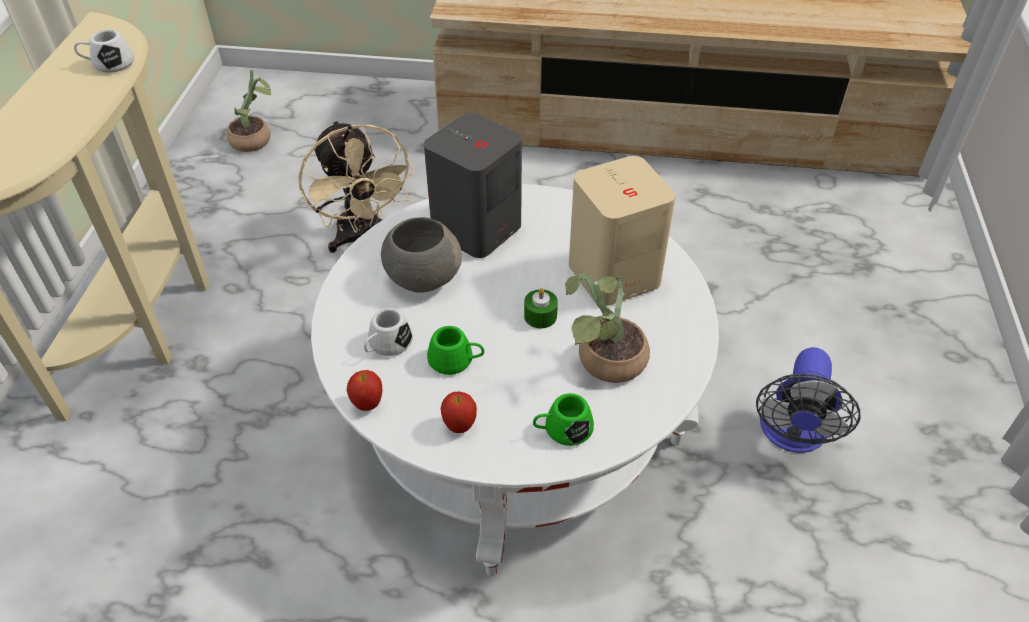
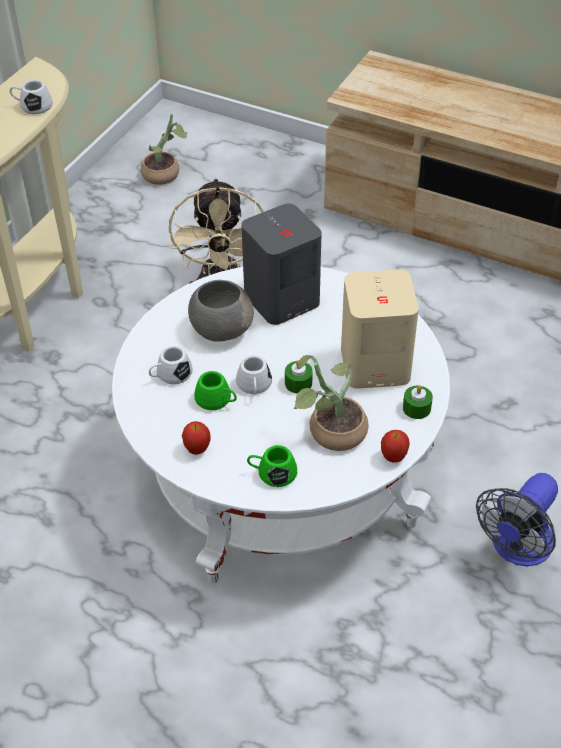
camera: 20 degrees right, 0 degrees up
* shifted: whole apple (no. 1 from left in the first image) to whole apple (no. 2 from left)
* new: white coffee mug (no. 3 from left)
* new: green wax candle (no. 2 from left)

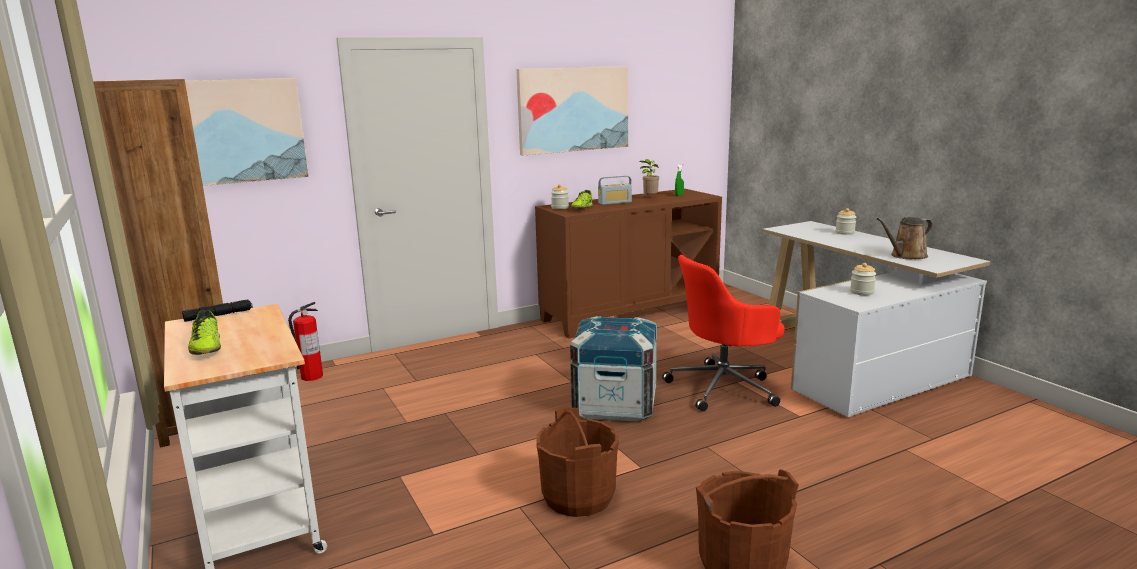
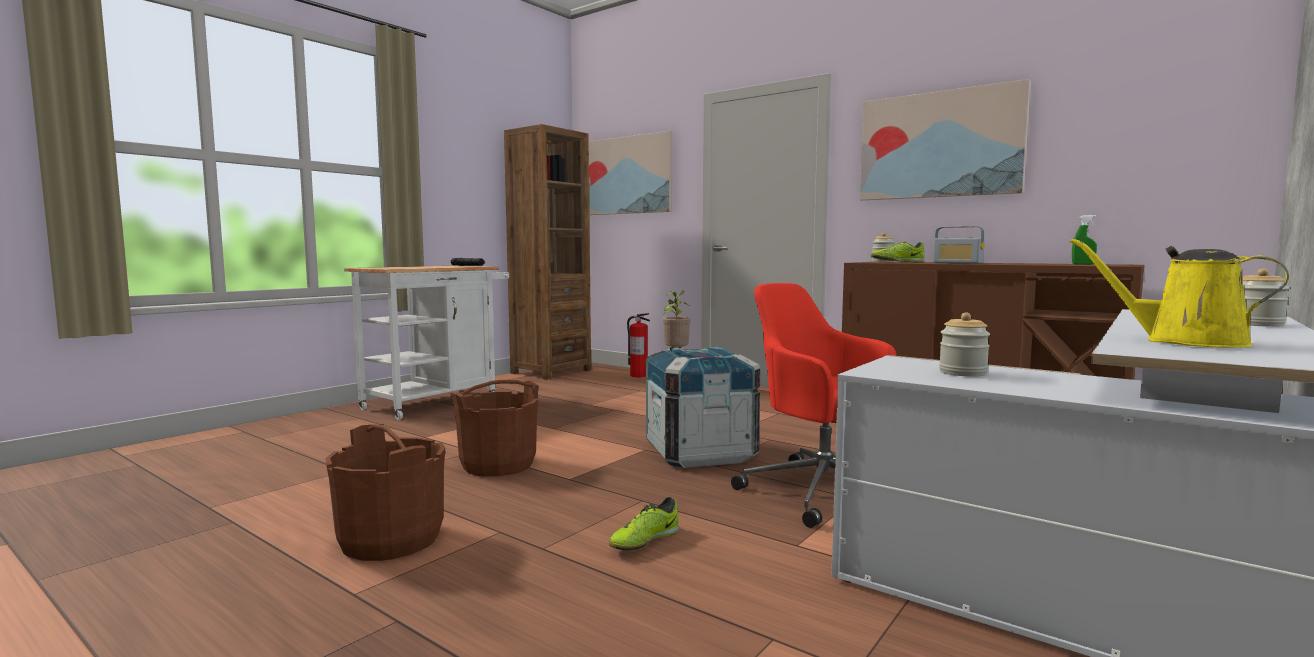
camera: 65 degrees right, 10 degrees down
* shifted: shoe (no. 1 from left)
* shifted: potted plant
* repainted: brown-coloured watering can to yellowish watering can

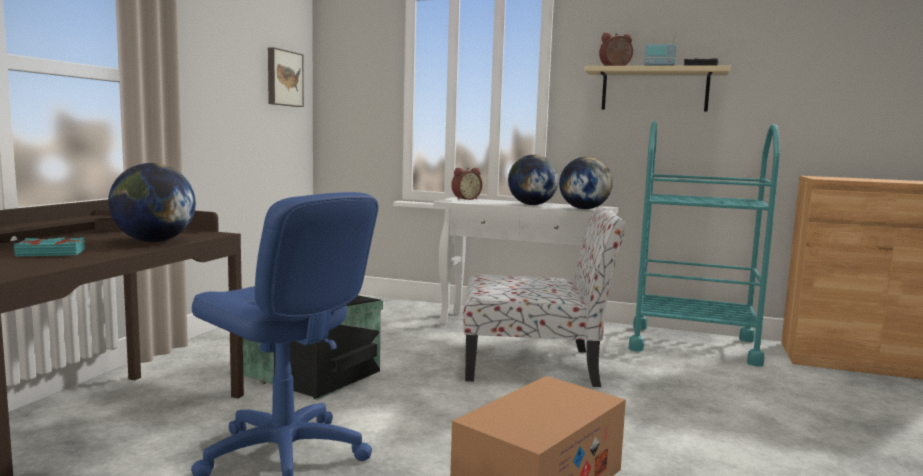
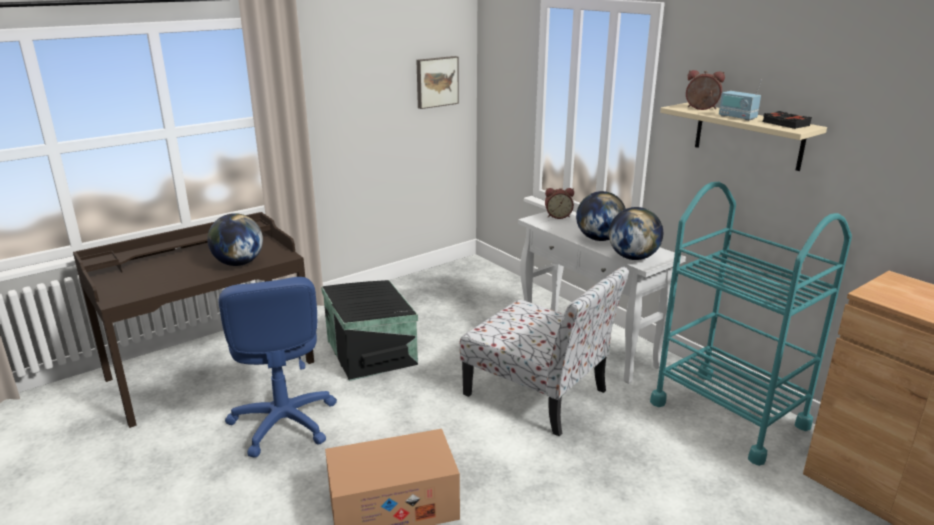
camera: 35 degrees right, 15 degrees up
* gone: blue-green bound book

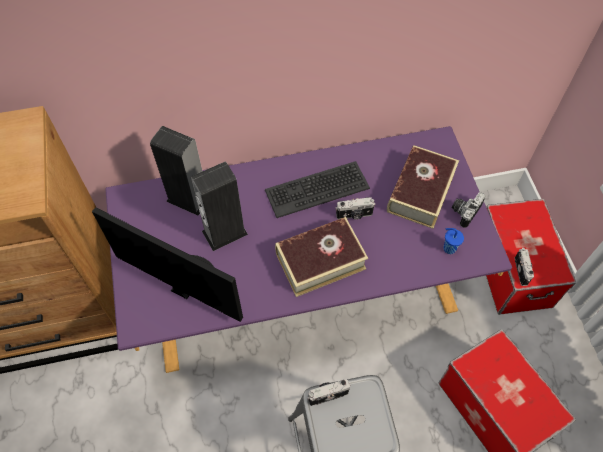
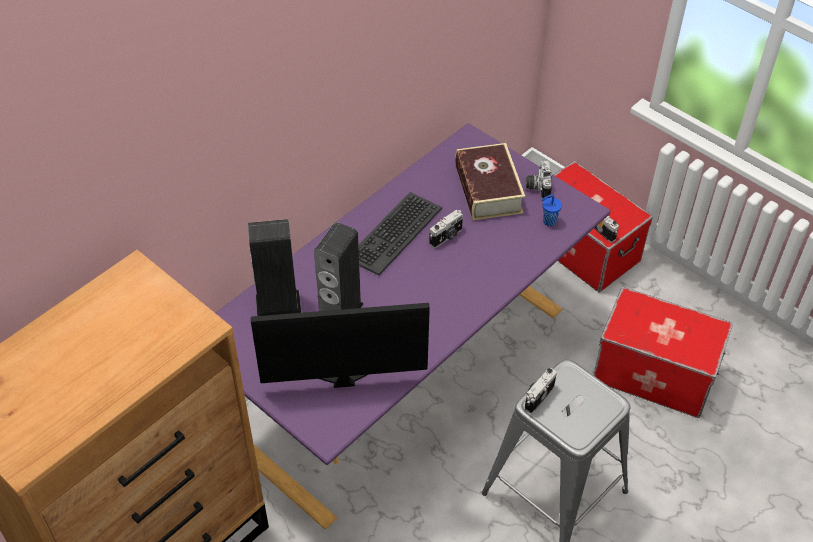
camera: 35 degrees left, 10 degrees down
* gone: bound book (no. 1 from left)

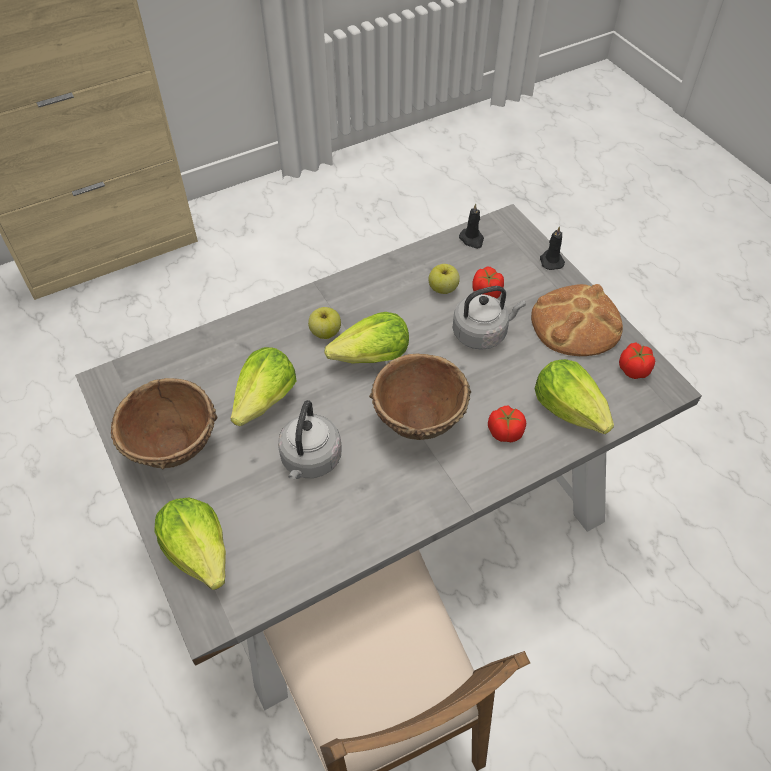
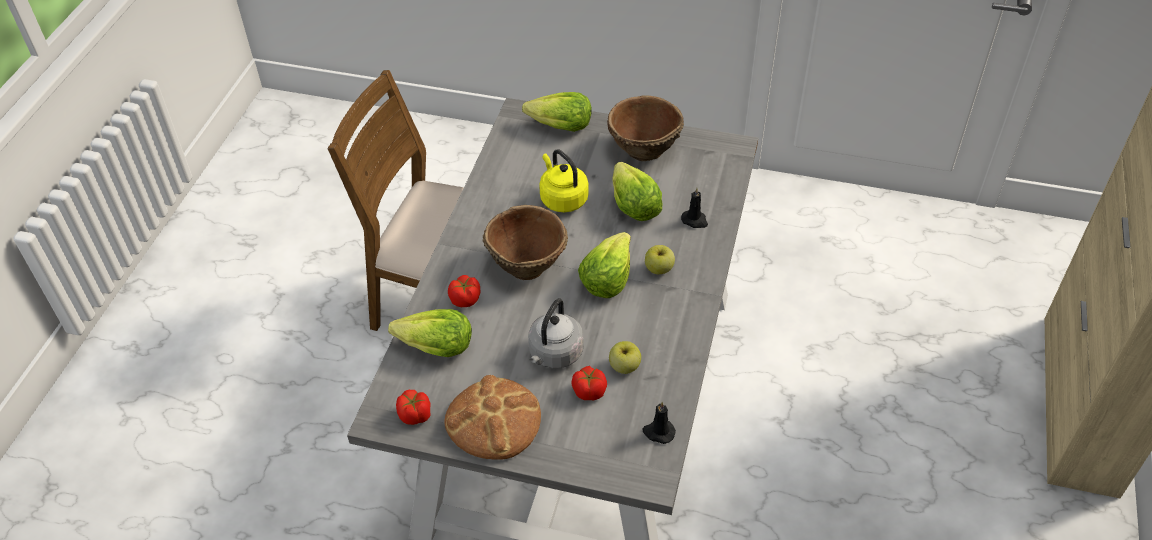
camera: 135 degrees right, 5 degrees down
* repainted: grey water kettle (no. 1 from left) to yellowish water kettle
* shifted: blackish wax candle (no. 2 from left)

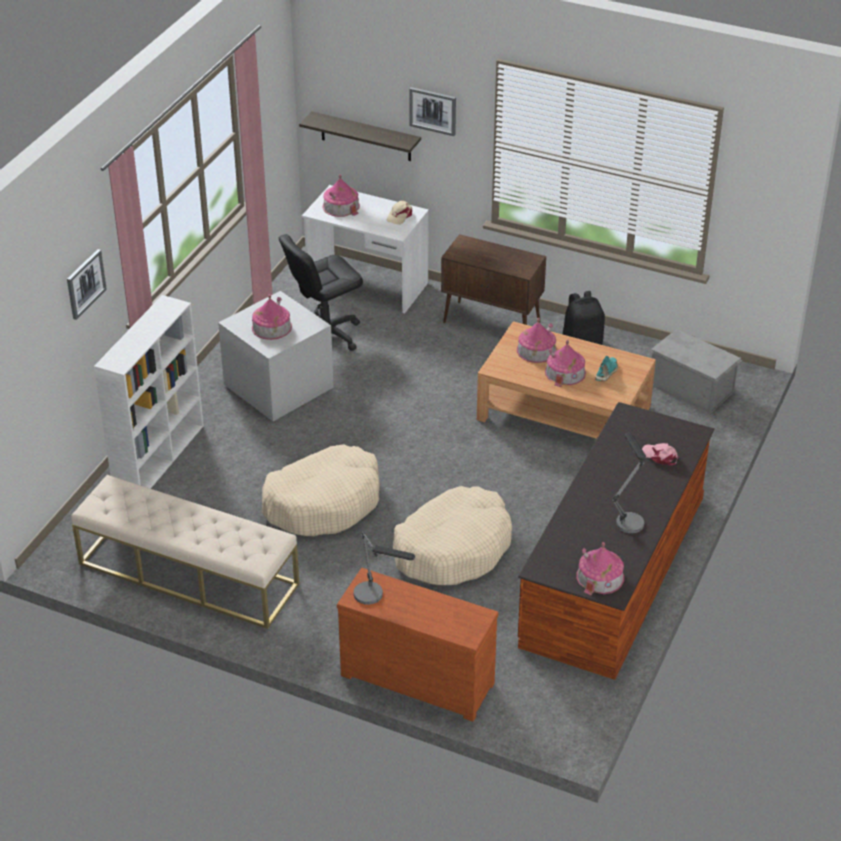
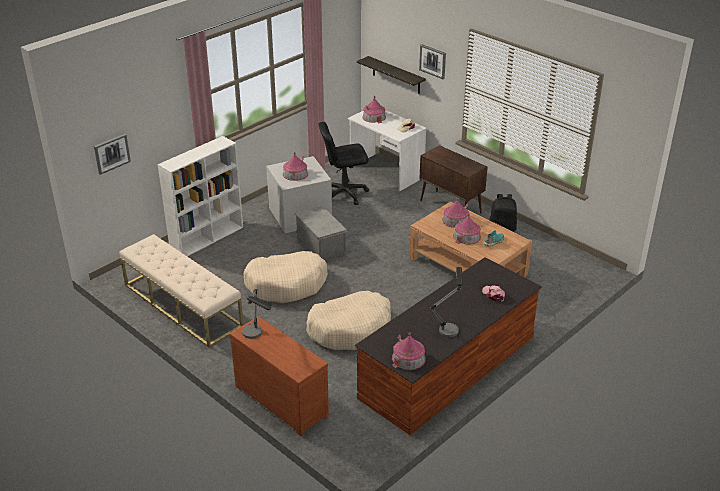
camera: 20 degrees right, 5 degrees down
* shifted: wall art (no. 1 from left)
* shifted: grey storage box (no. 2 from left)

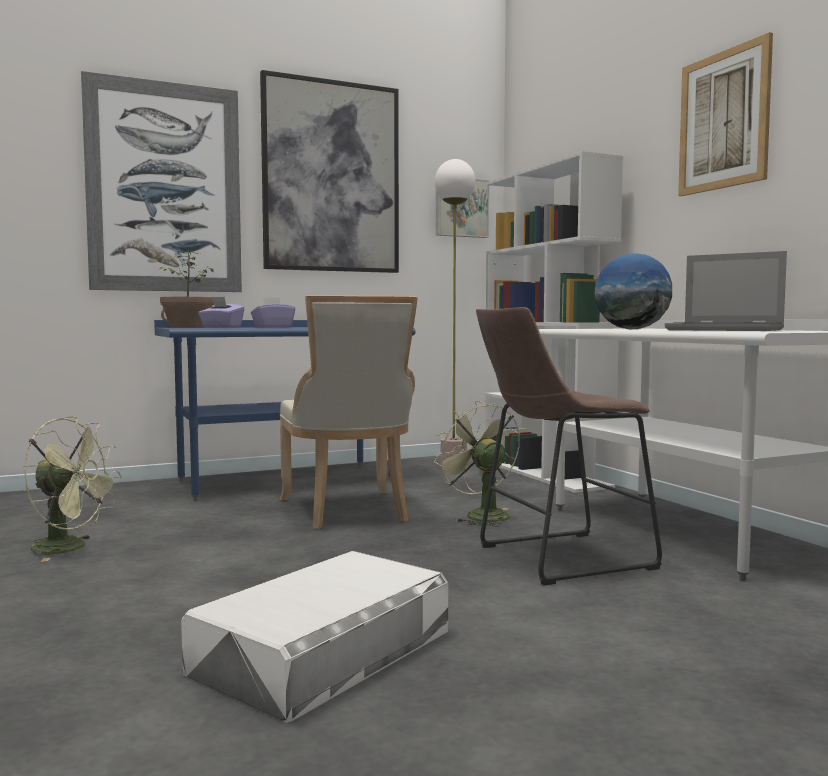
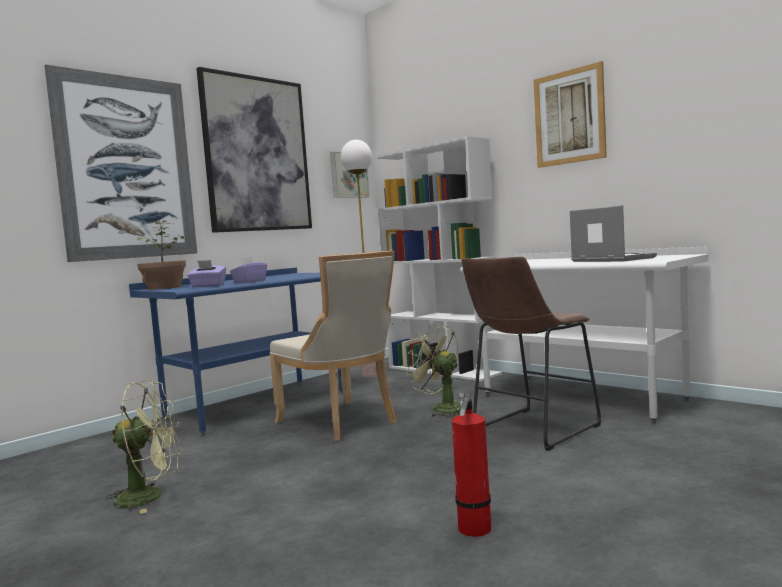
camera: 20 degrees left, 0 degrees up
* swapped: white storage box to fire-fighting cylinder
* gone: world globe
* rotated: notebook computer 135 degrees counterclockwise

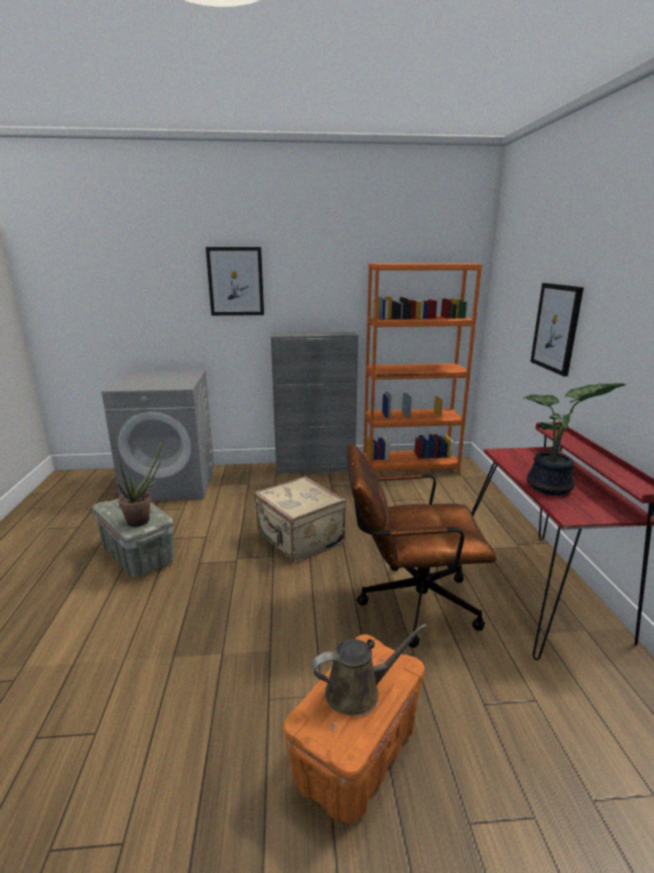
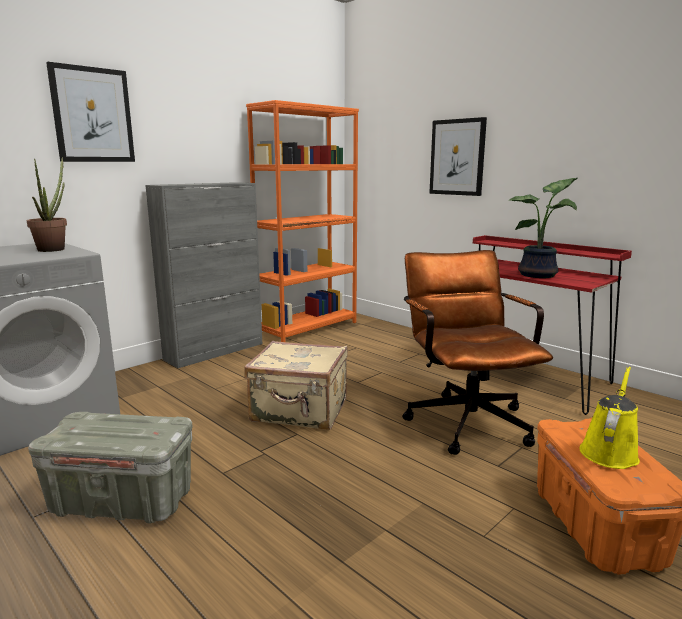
camera: 40 degrees left, 5 degrees down
* shifted: potted plant (no. 1 from left)
* repainted: brown-coloured watering can to yellowish watering can
* rotated: brown-coloured computer chair 120 degrees clockwise

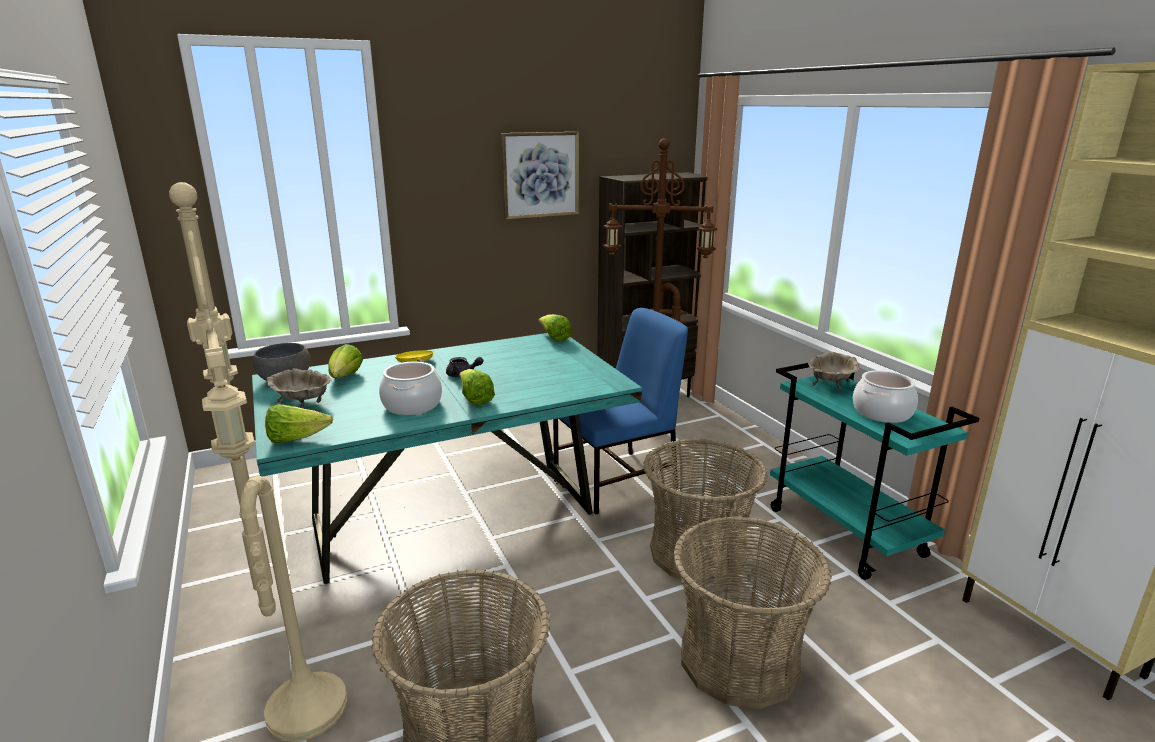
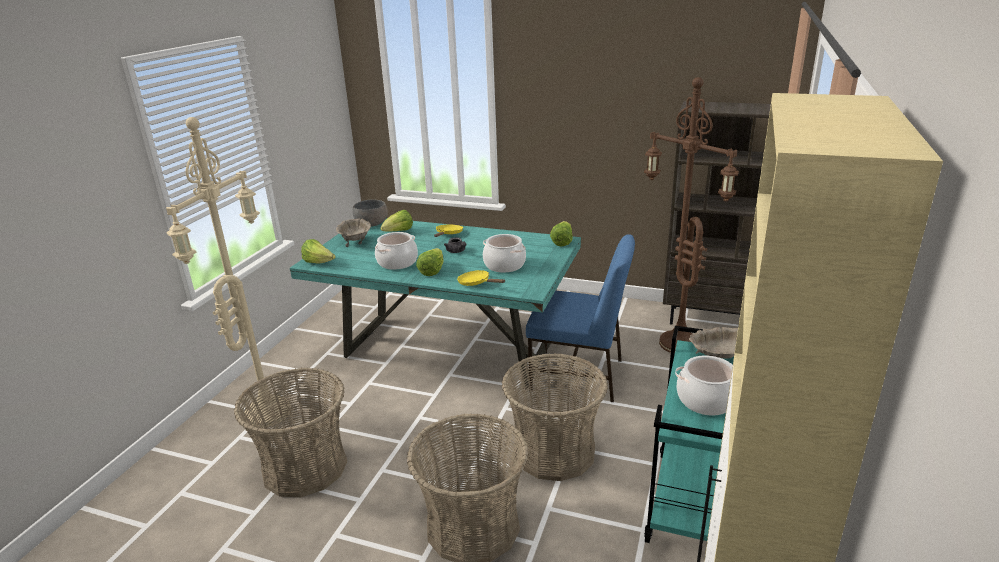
camera: 45 degrees right, 5 degrees up
* gone: wall art
* new: yellowish pan (no. 2 from left)
* new: saucepot (no. 2 from left)

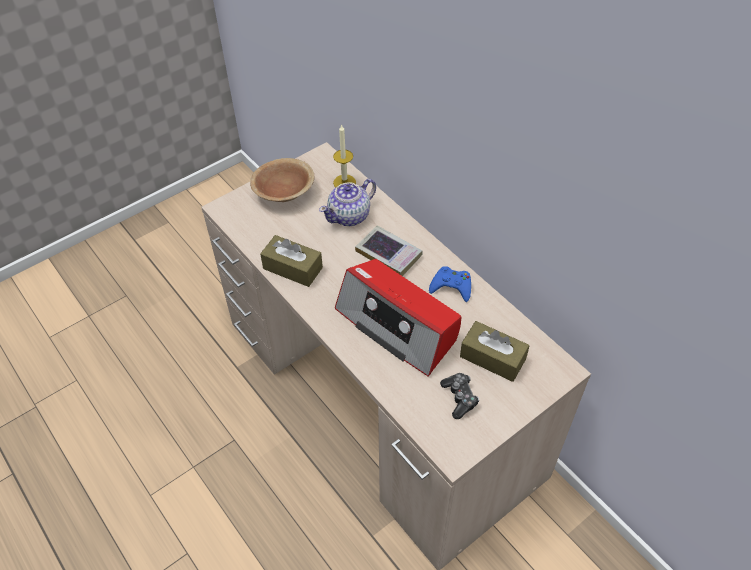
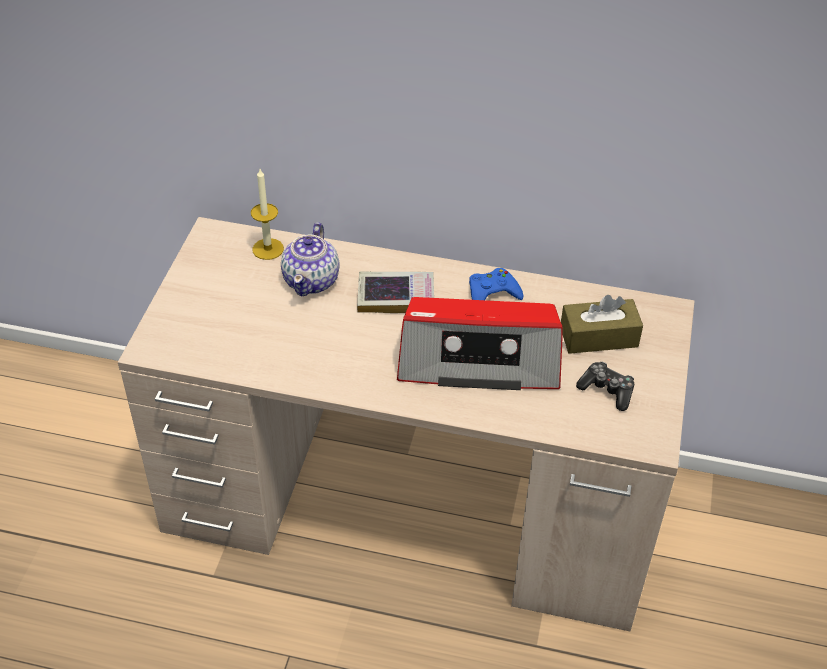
camera: 40 degrees left, 5 degrees down
* gone: brown-coloured deep dish
* gone: brown-coloured tissue box (no. 1 from left)

